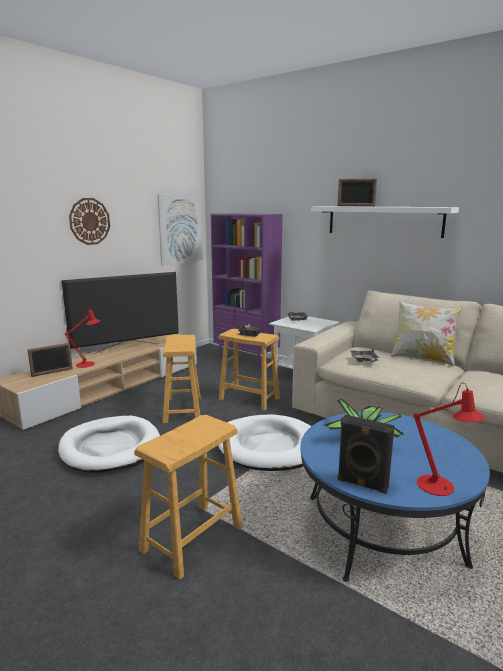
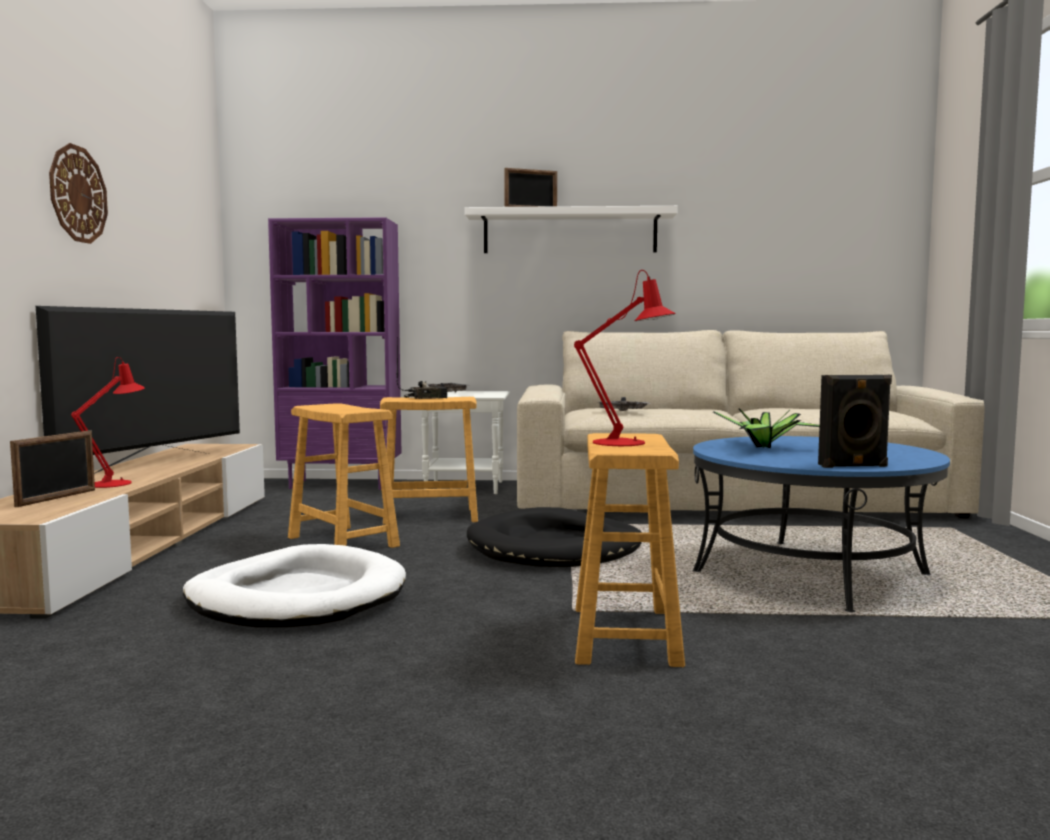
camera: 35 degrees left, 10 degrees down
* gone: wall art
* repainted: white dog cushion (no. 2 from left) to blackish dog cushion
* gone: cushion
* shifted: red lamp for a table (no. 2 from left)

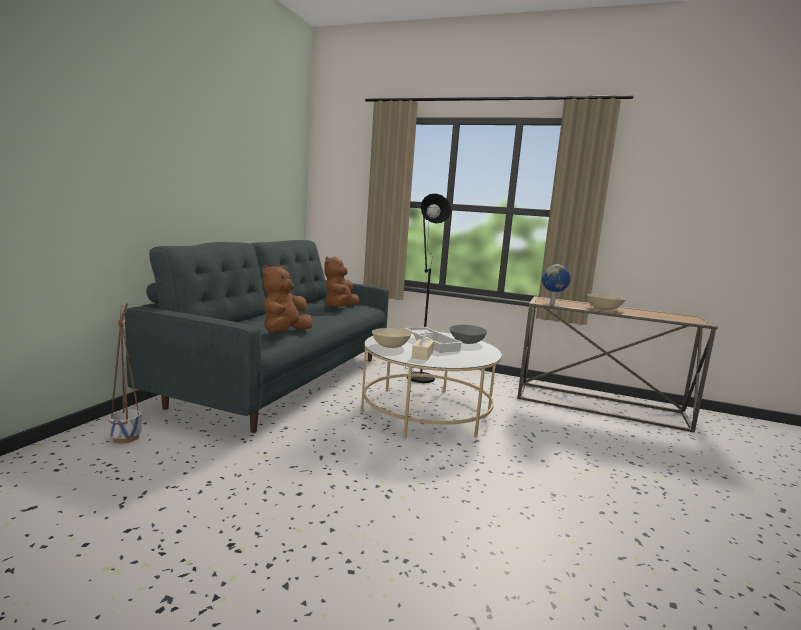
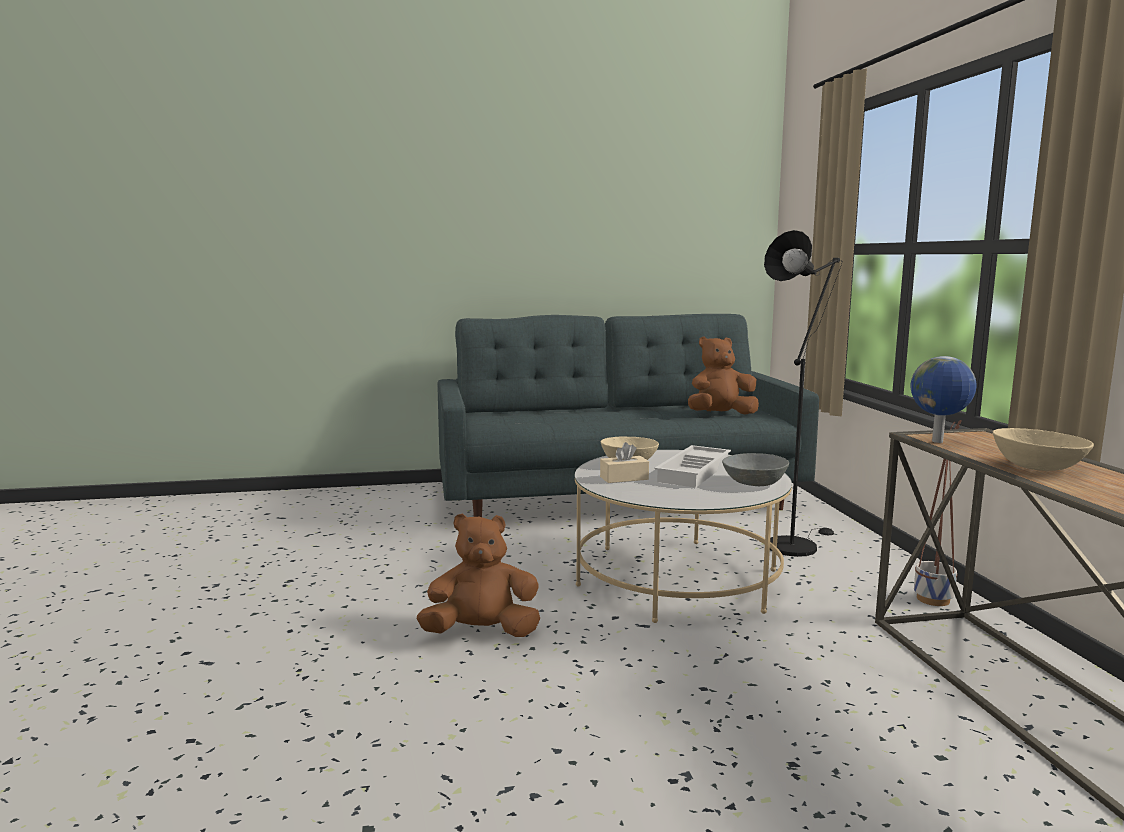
camera: 60 degrees right, 0 degrees up
* shifted: plant pot
* shifted: brown-coloured cuddly toy (no. 1 from left)

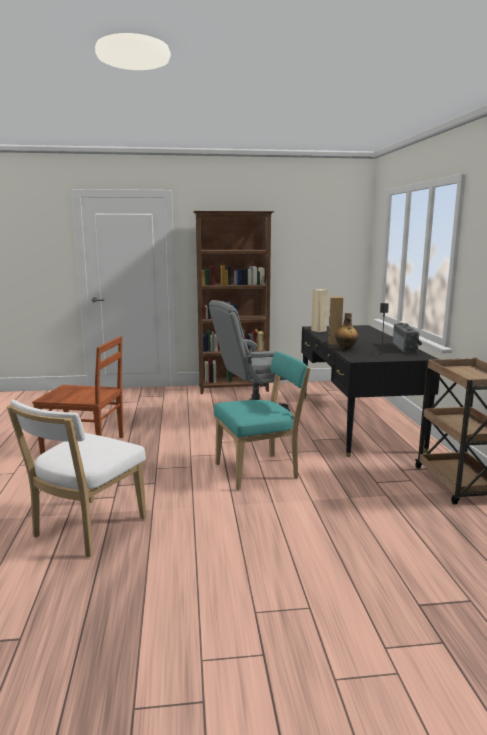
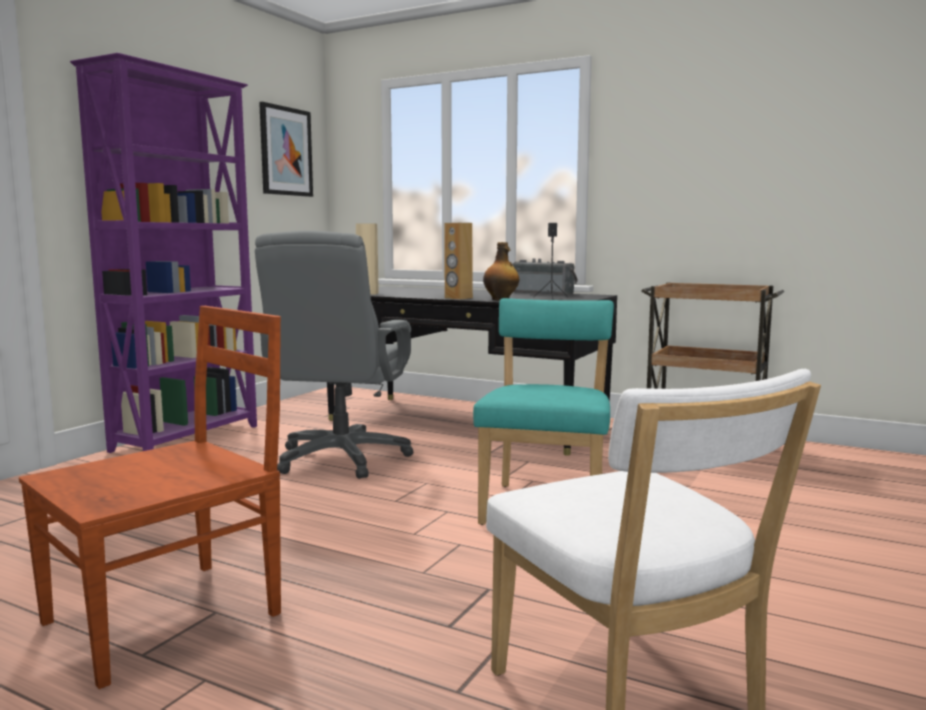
camera: 55 degrees left, 5 degrees down
* repainted: brown-coloured bookcase to purple-coloured bookcase
* new: wall art

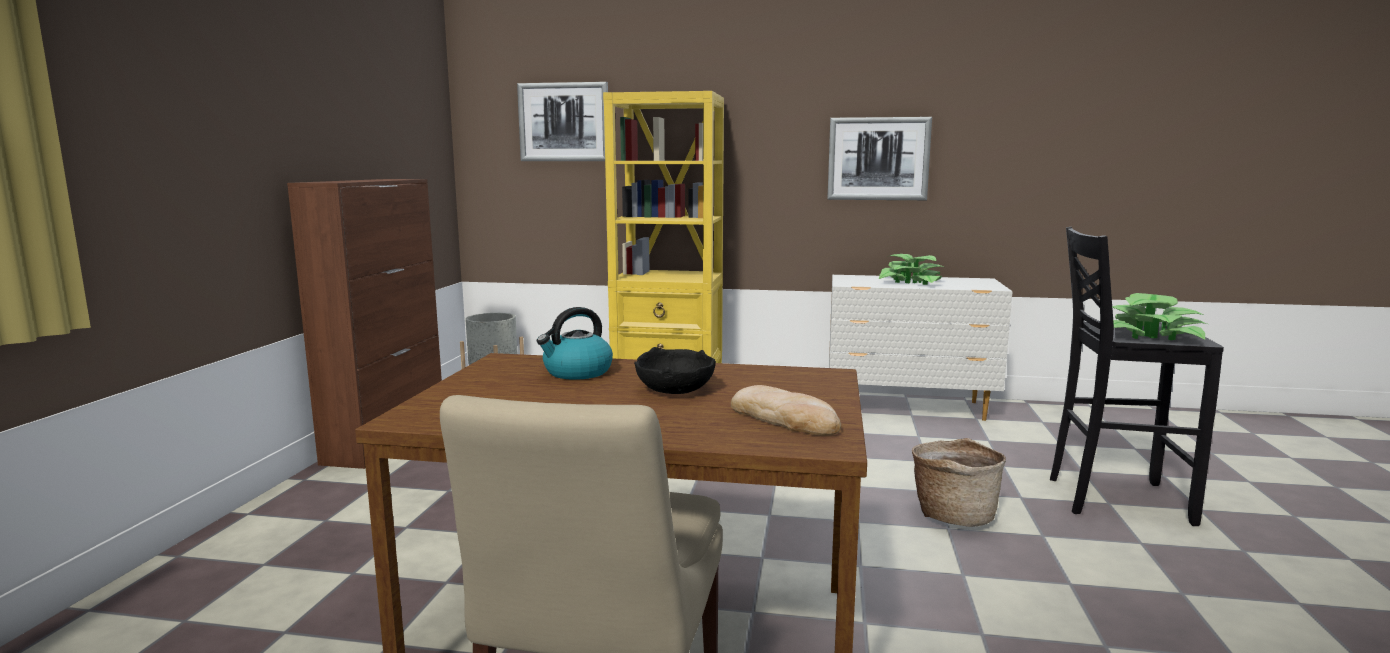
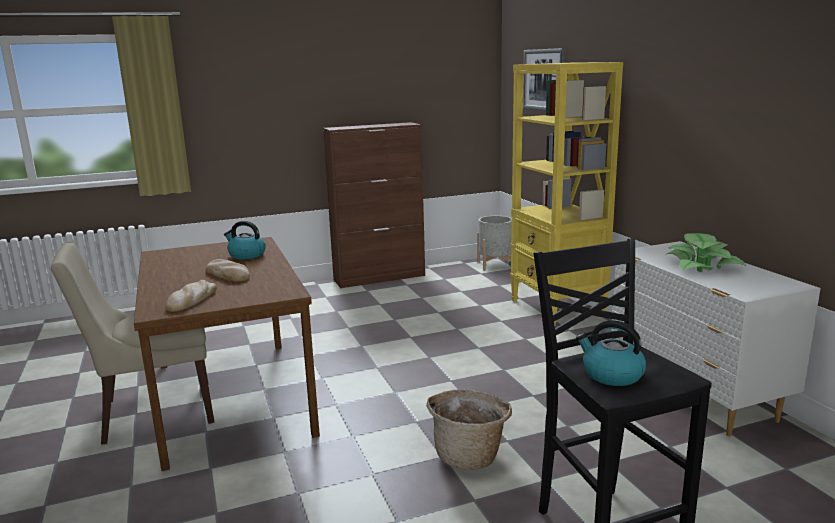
camera: 60 degrees right, 5 degrees up
* swapped: blackish deep dish to baked bread (no. 2 from left)
* gone: wall art (no. 2 from left)
* swapped: potted plant (no. 2 from left) to water kettle (no. 2 from left)

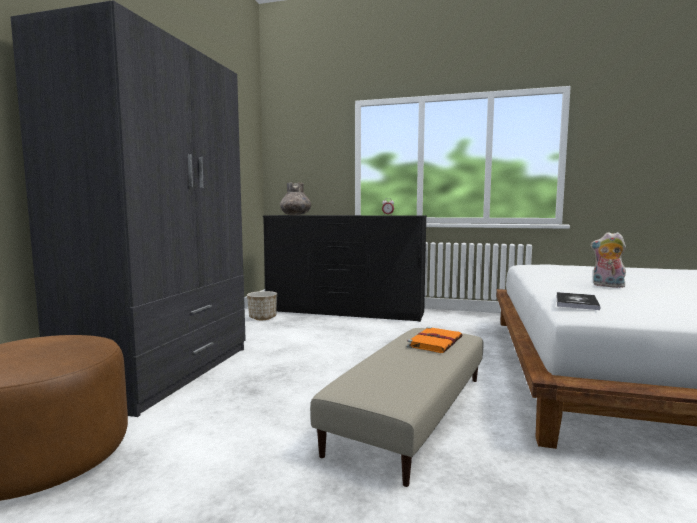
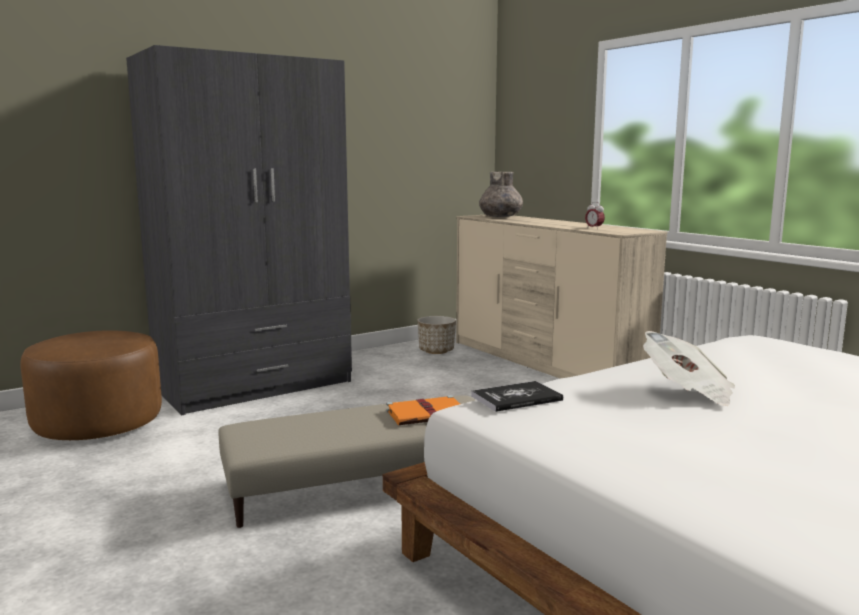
camera: 40 degrees right, 5 degrees up
* repainted: blackish chest of drawers to beige chest of drawers
* swapped: cuddly toy to printed paper

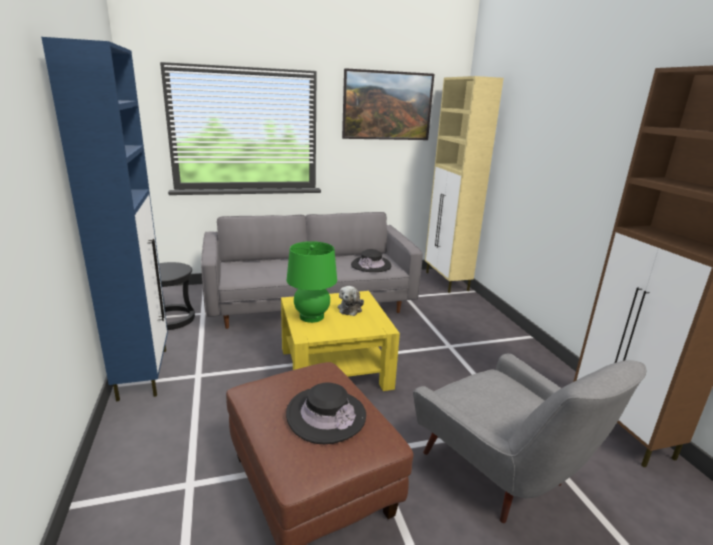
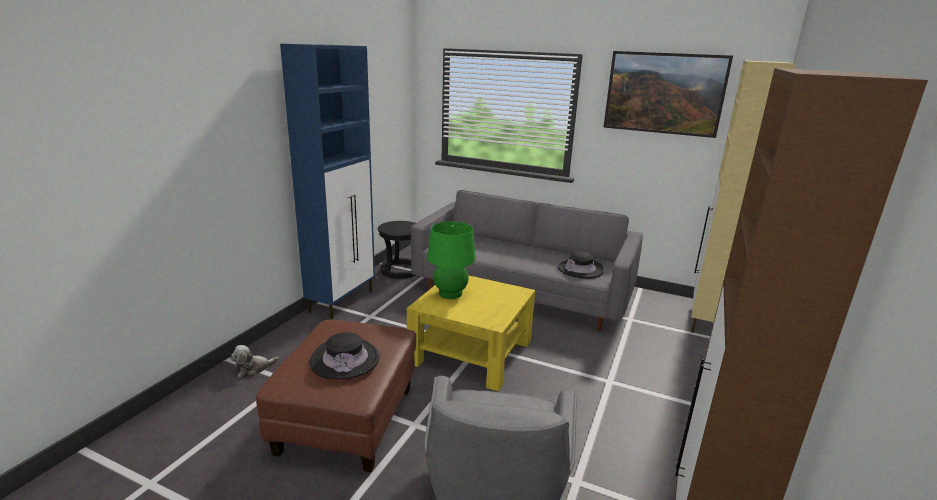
camera: 40 degrees right, 0 degrees up
* shifted: cuddly toy

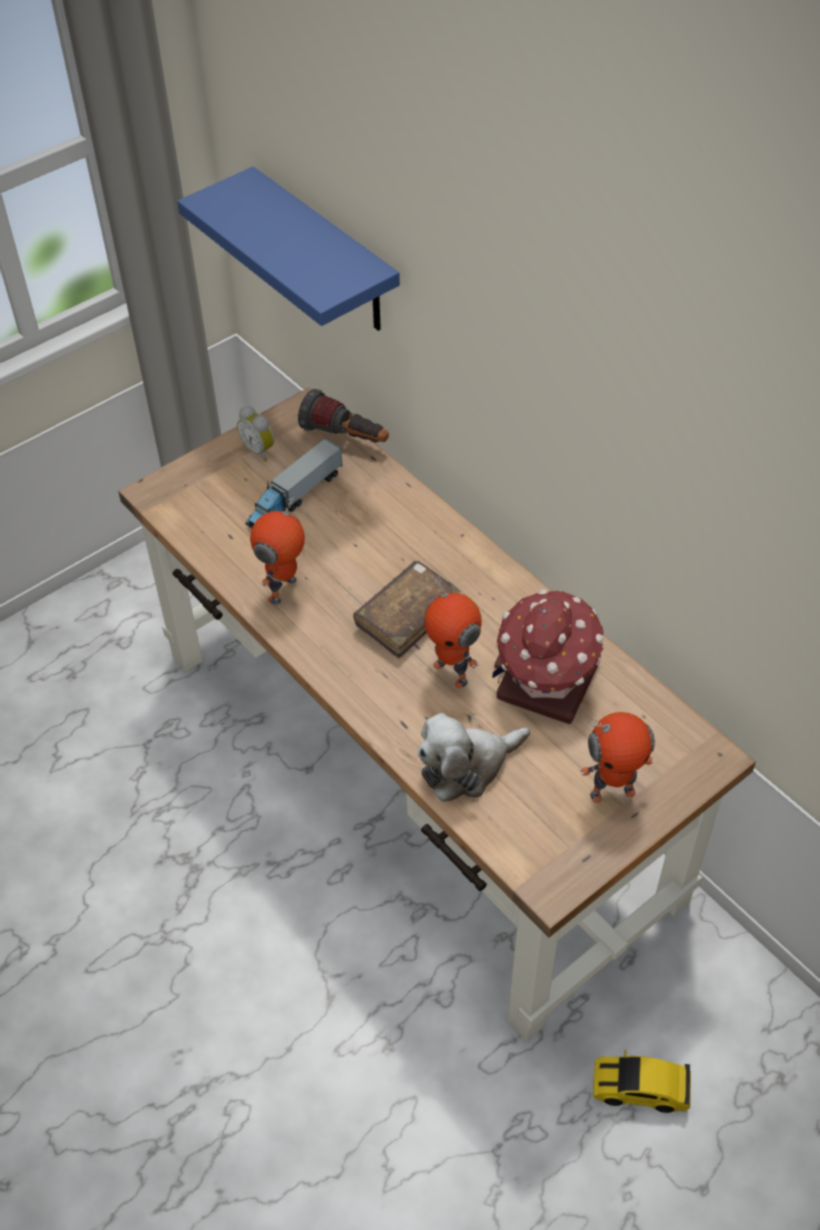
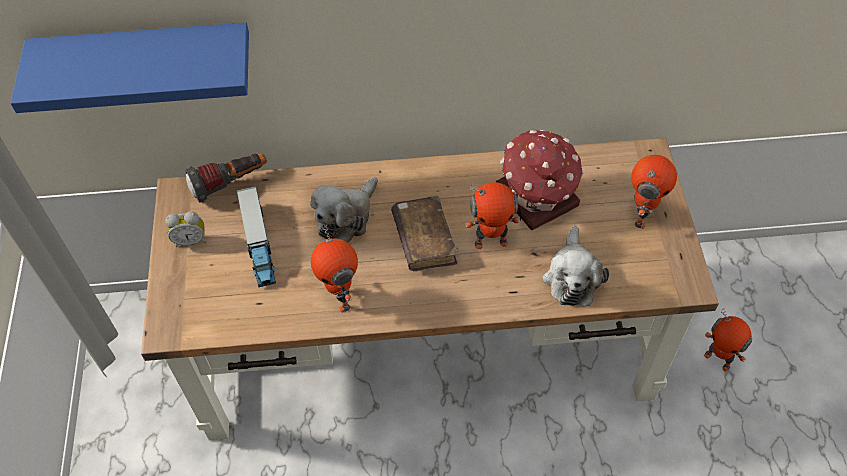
camera: 55 degrees left, 5 degrees up
* swapped: miniature car to toy robot (no. 4 from left)
* new: cuddly toy (no. 1 from left)

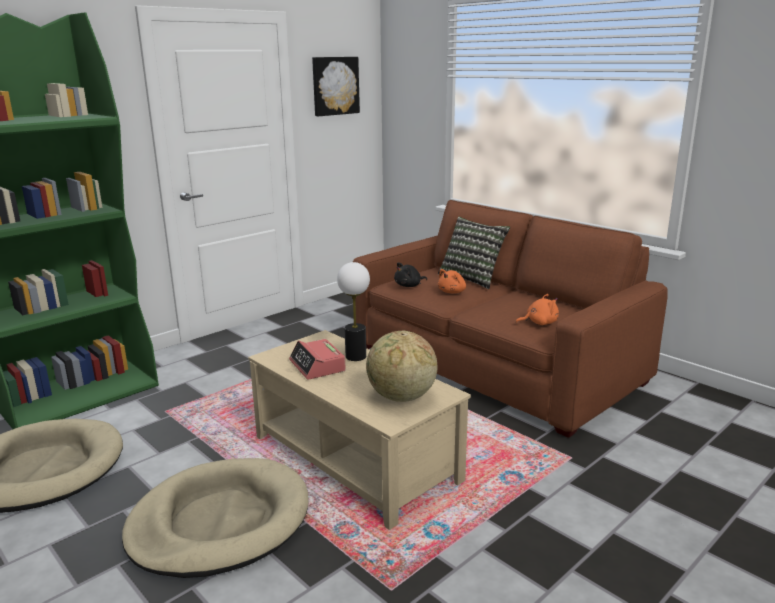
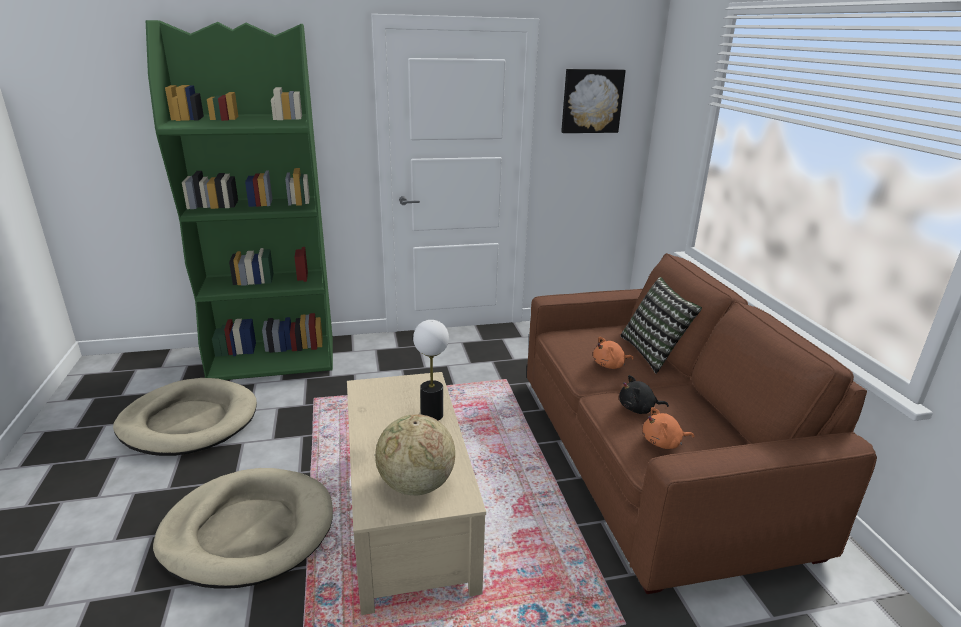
camera: 30 degrees right, 5 degrees up
* gone: bedside clock
* shifted: blackish cuddly toy
* rotated: orange-coloured cuddly toy (no. 2 from left) 150 degrees clockwise

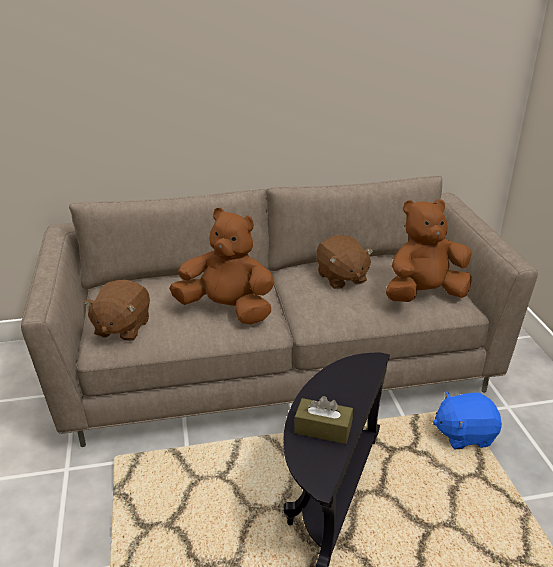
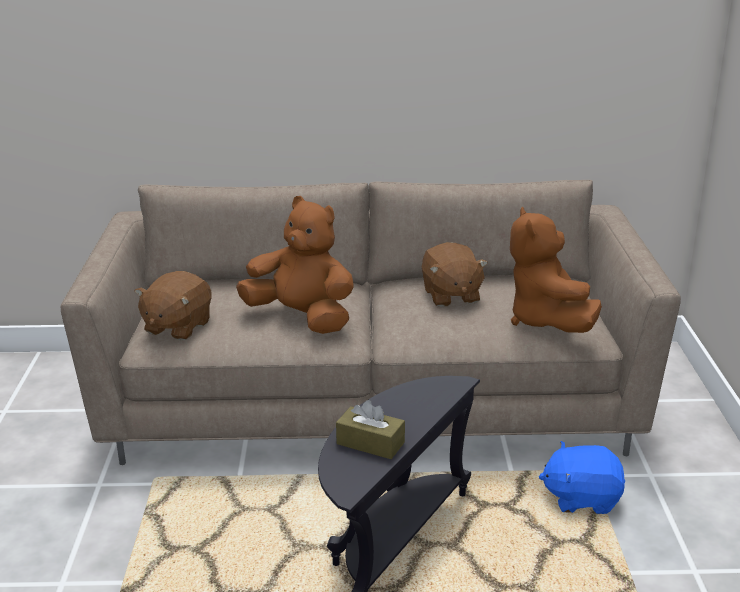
camera: 10 degrees right, 5 degrees down
* rotated: brown-coloured cuddly toy (no. 4 from left) 90 degrees counterclockwise

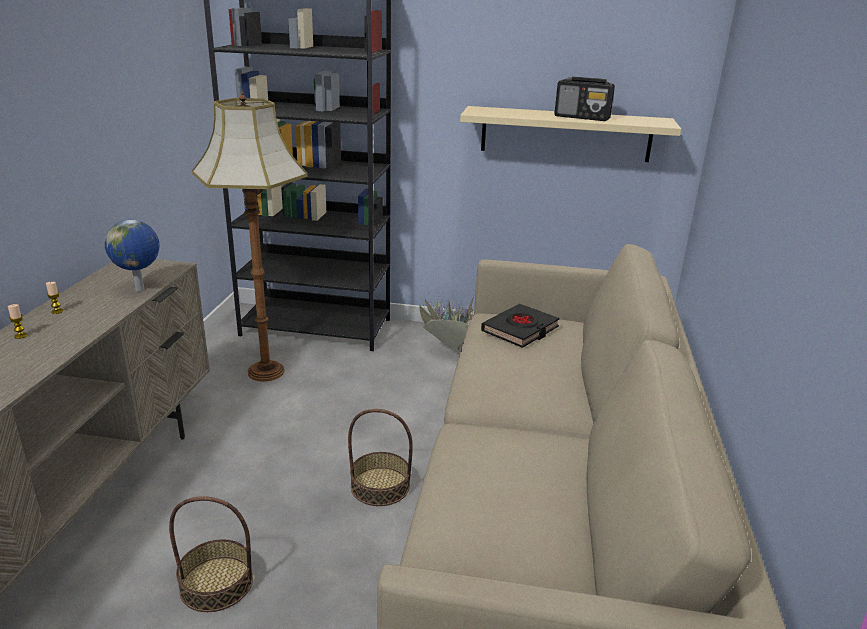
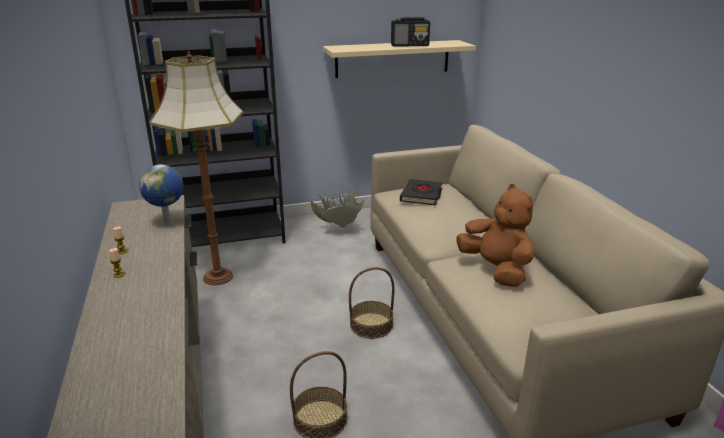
camera: 25 degrees left, 0 degrees up
* new: brown-coloured cuddly toy

